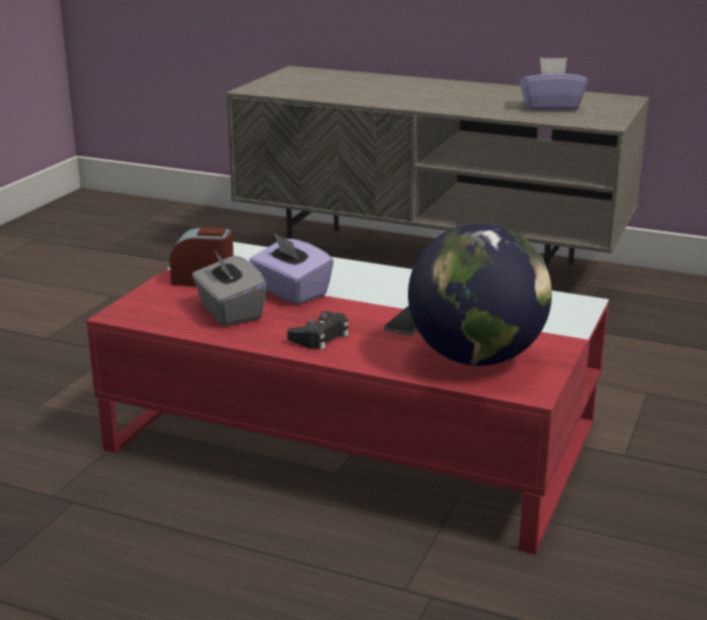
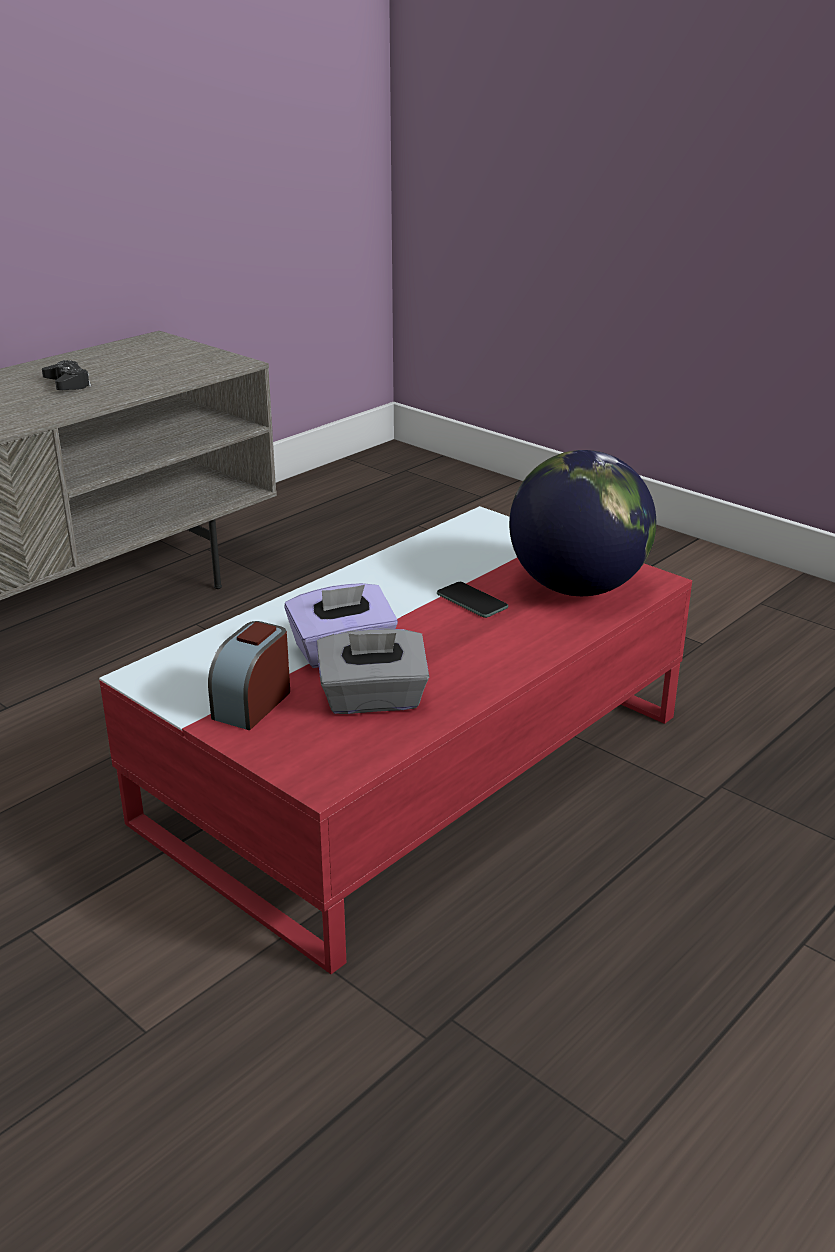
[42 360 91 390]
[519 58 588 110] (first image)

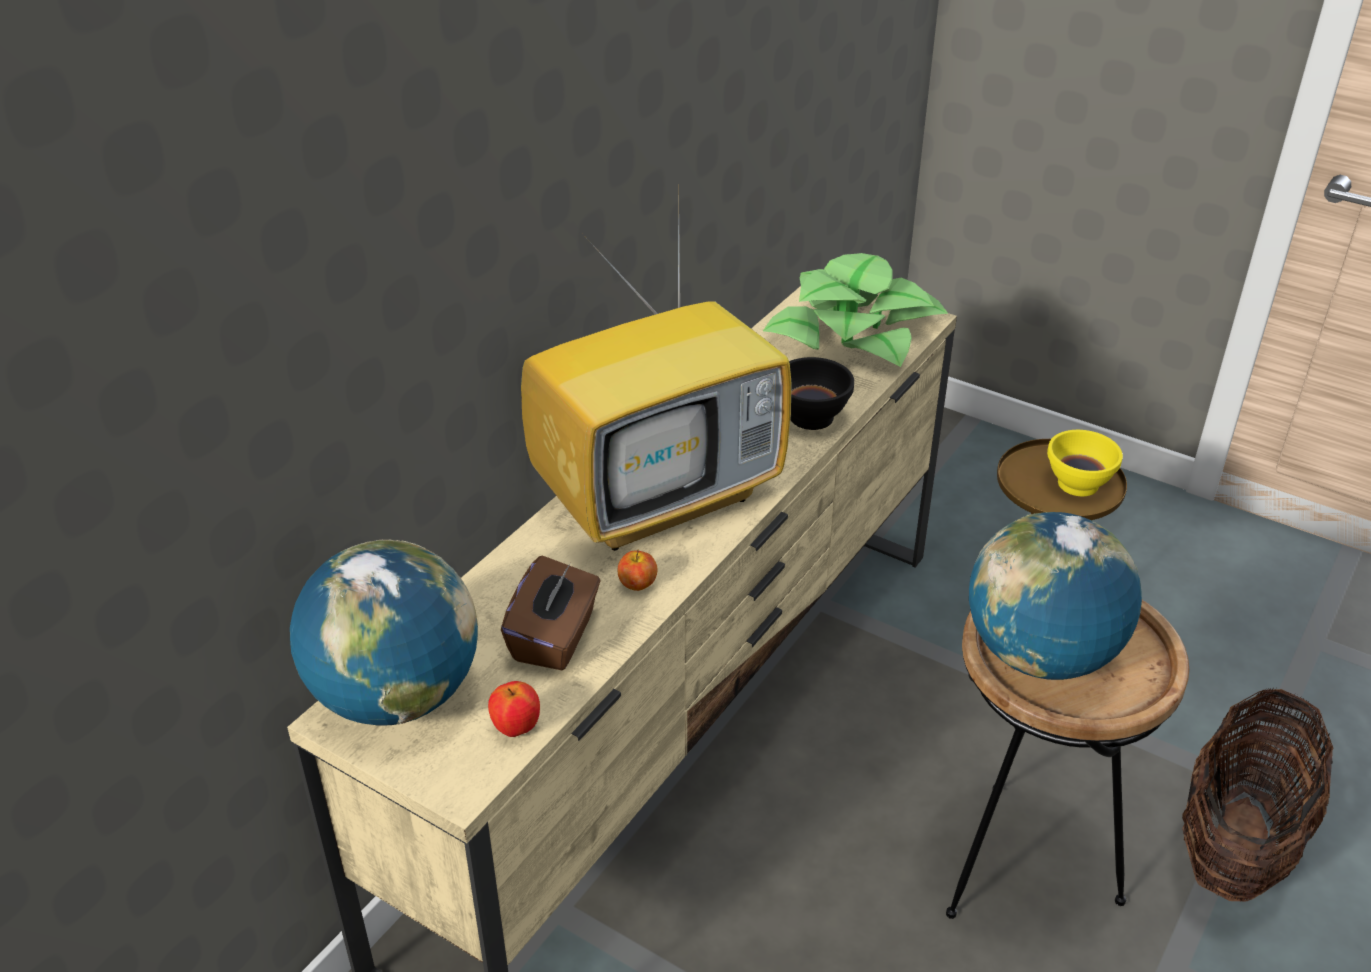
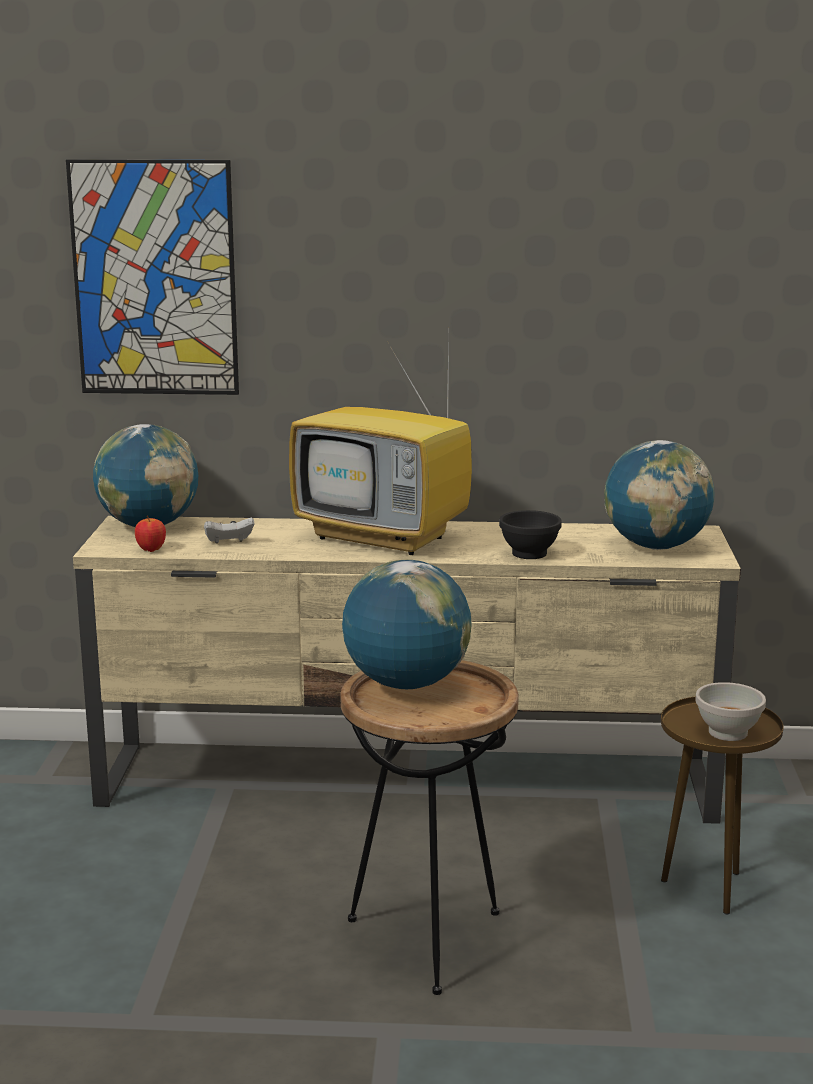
[204 518 254 543]
[618 550 657 591] (first image)
[604 440 715 550]
[695 682 766 741]
[1182 689 1334 902] (first image)
[66 159 239 395]

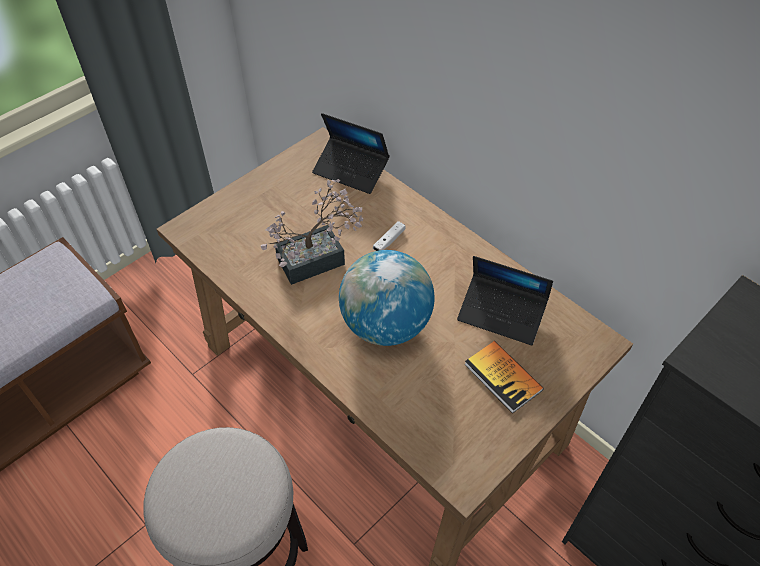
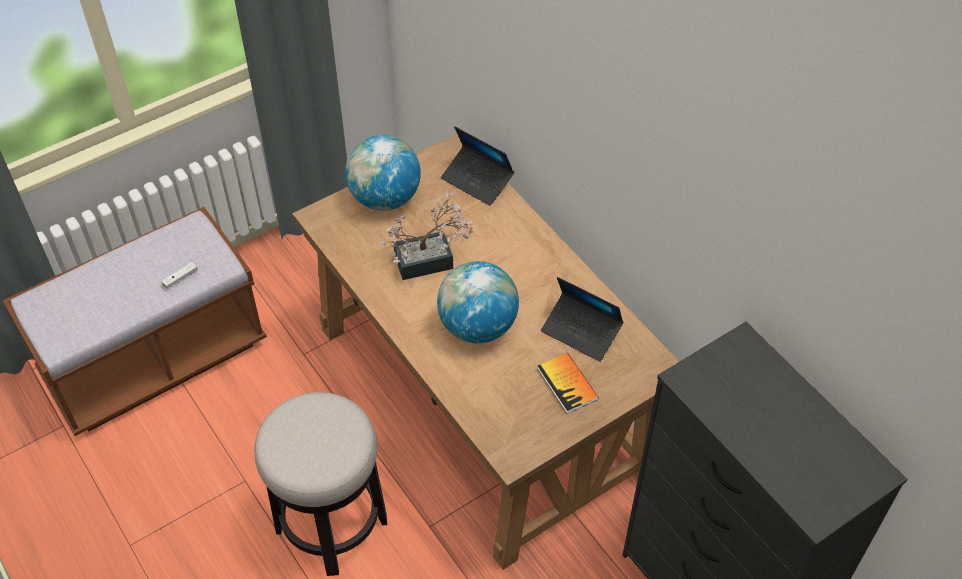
[162 262 198 288]
[345 135 421 211]

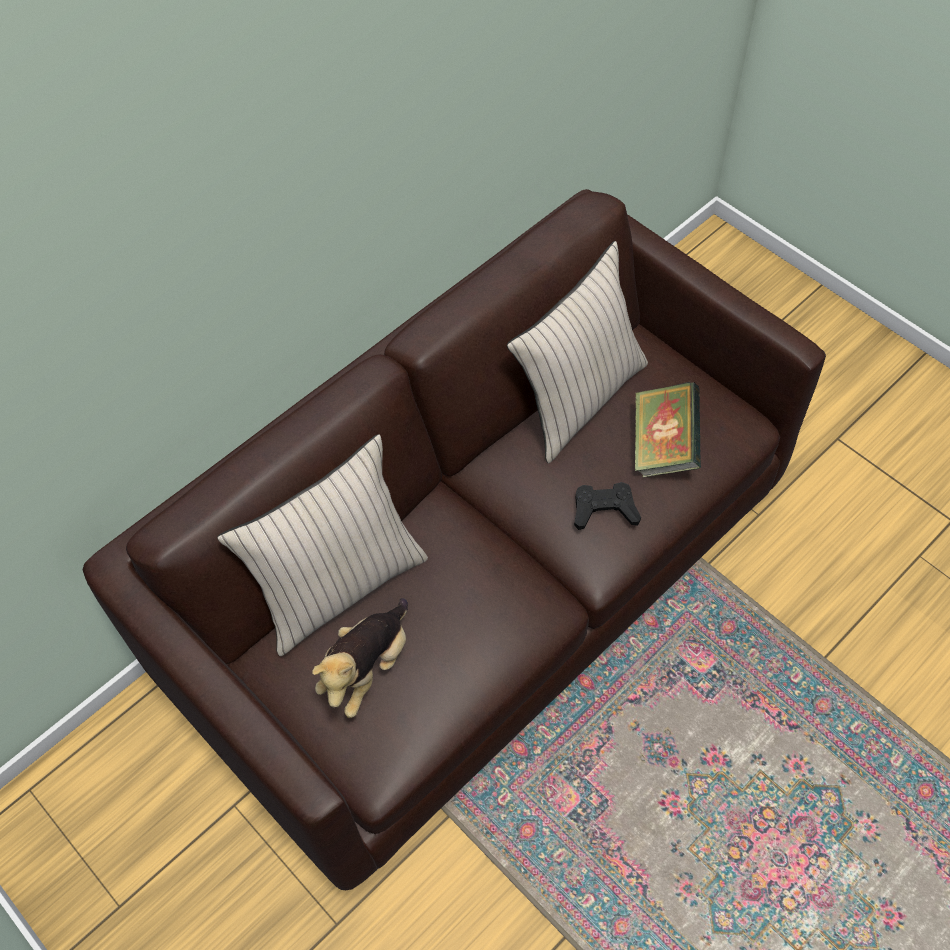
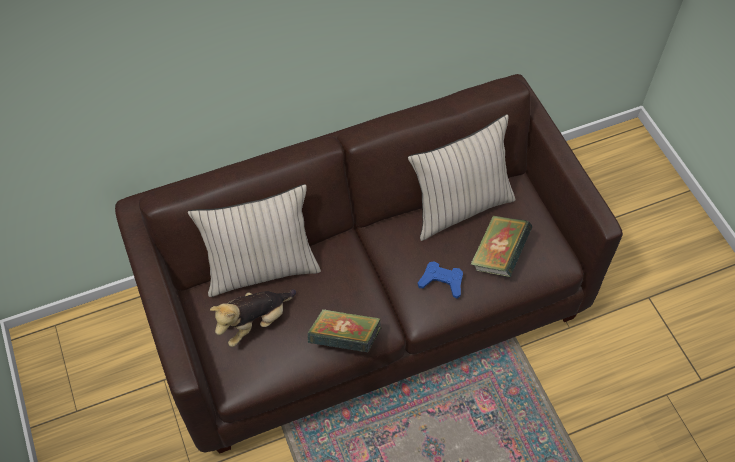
[418 261 463 299]
[308 309 381 353]

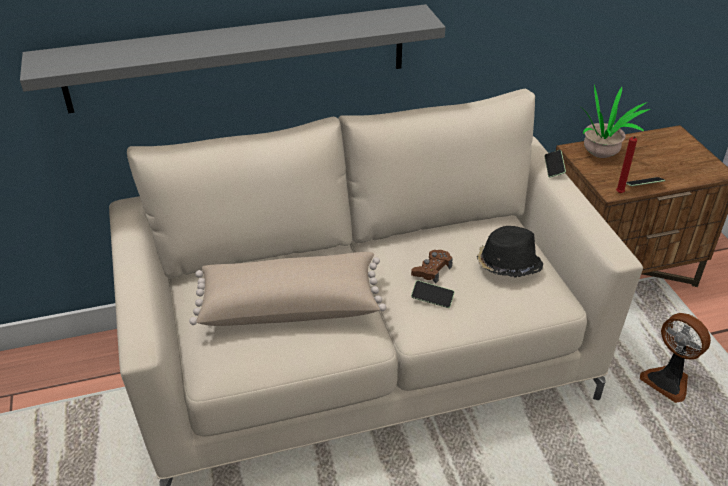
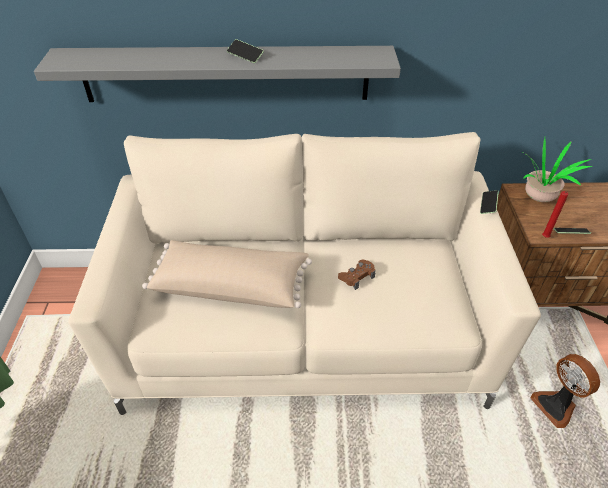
[227 39 264 63]
[477 226 543 278] (first image)

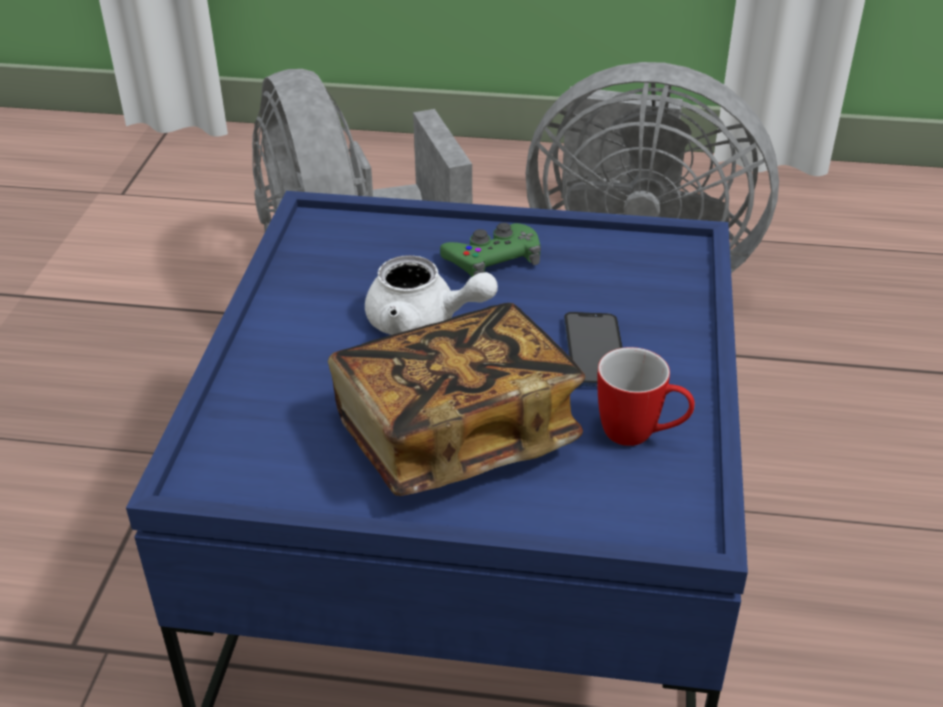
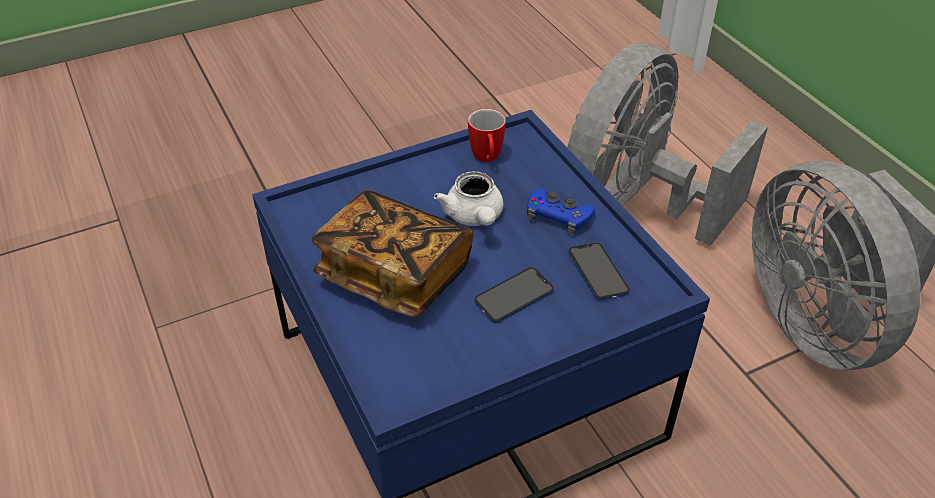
[527 188 595 235]
[468 109 506 162]
[568 242 630 301]

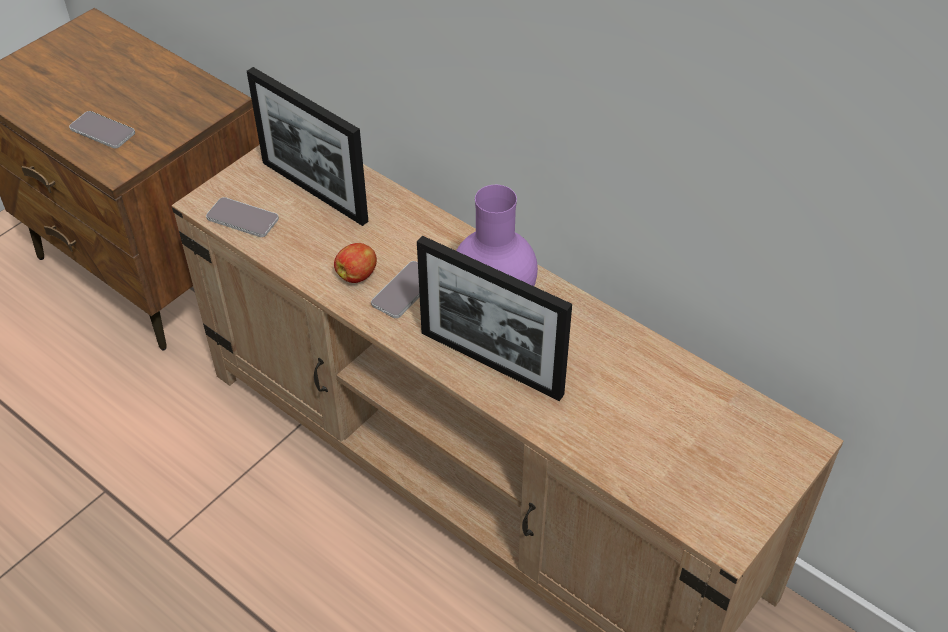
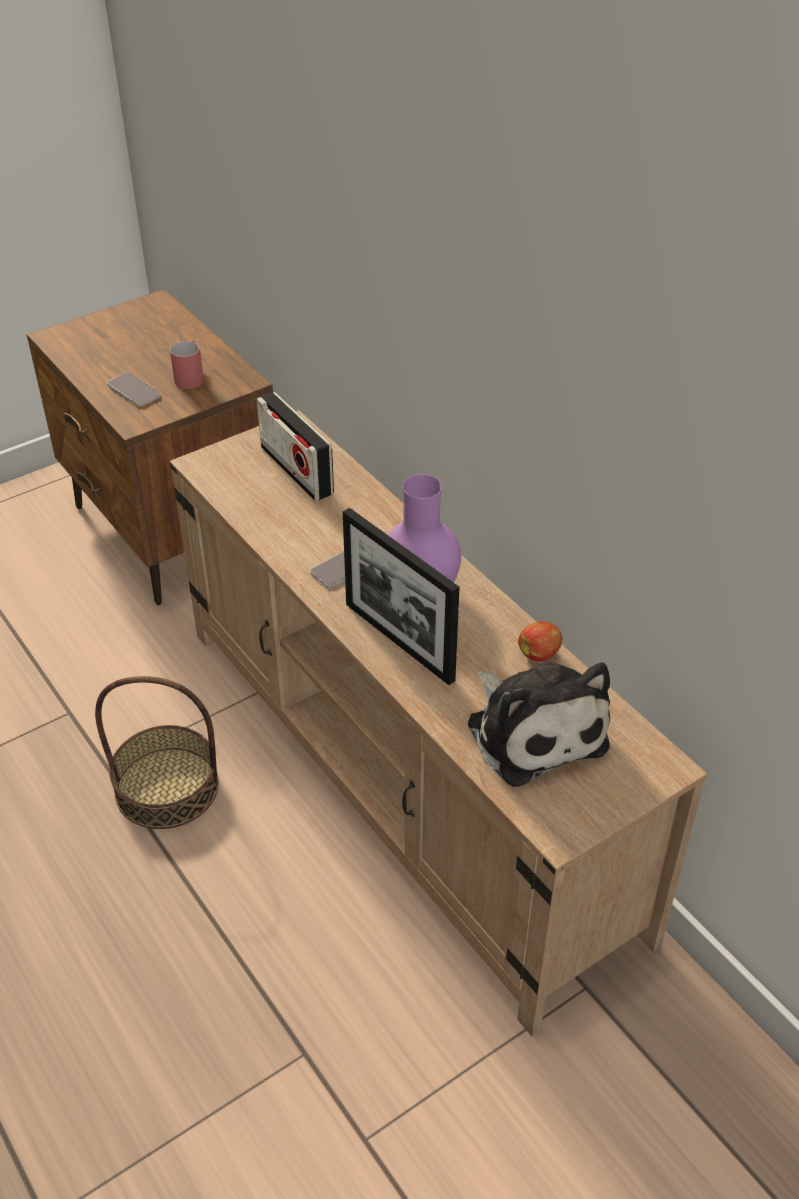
[206 197 279 237] (first image)
[257 392 334 501]
[518 621 562 661]
[95 676 219 829]
[170 340 204 389]
[467 662 610 787]

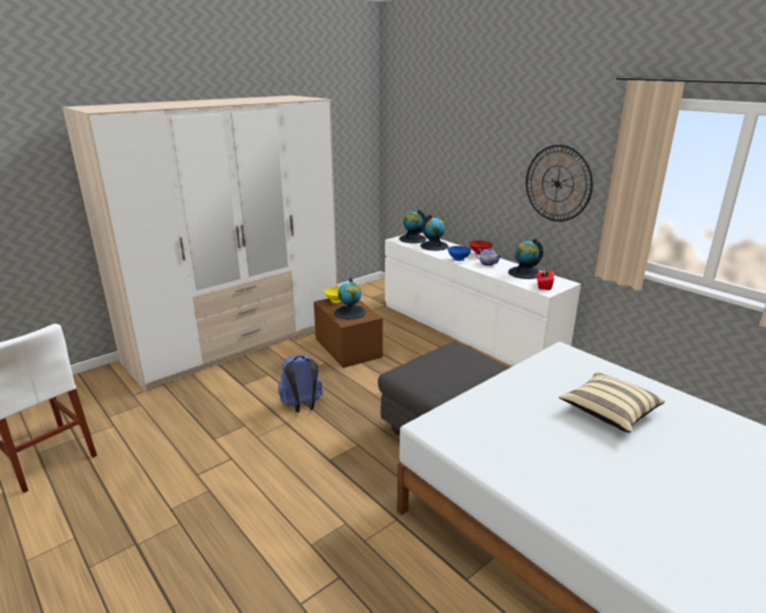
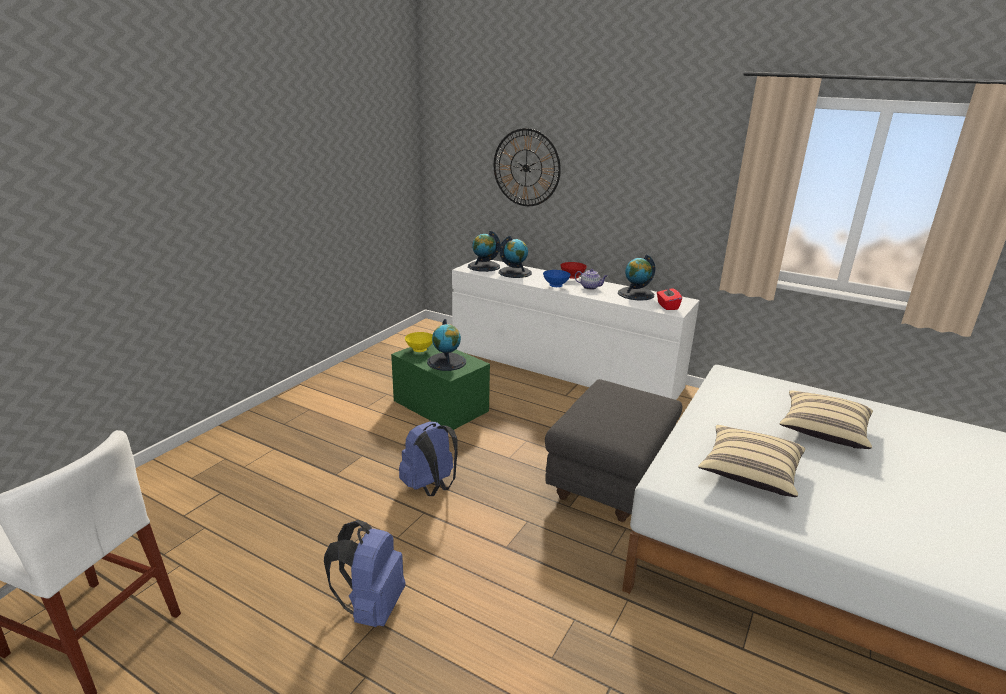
[62 95 338 392] (first image)
[391 343 490 430]
[494 128 561 206]
[324 520 405 627]
[698 425 805 497]

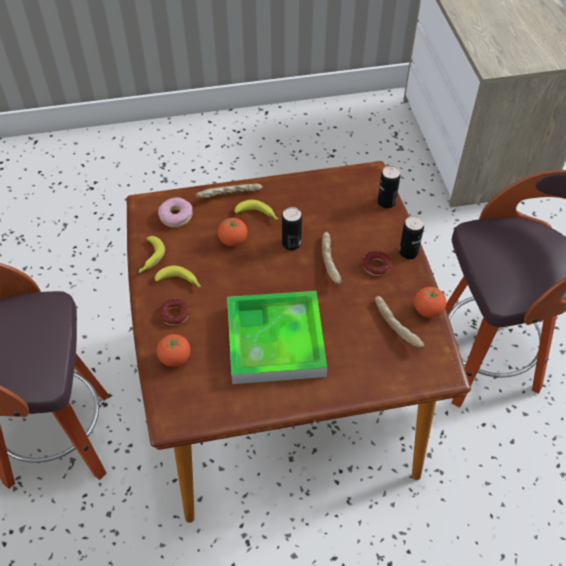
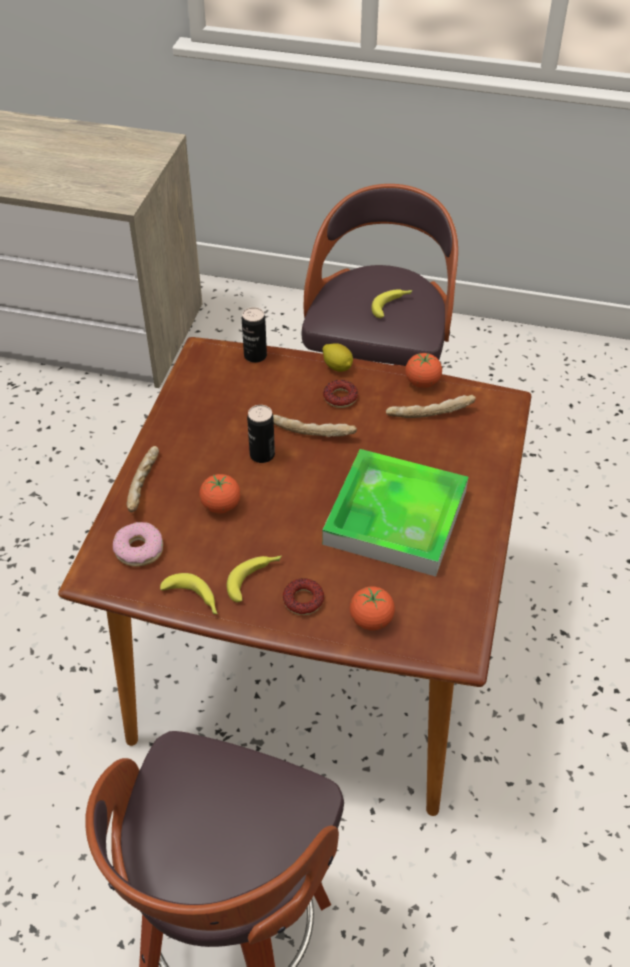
[371 289 413 318]
[322 343 353 372]

